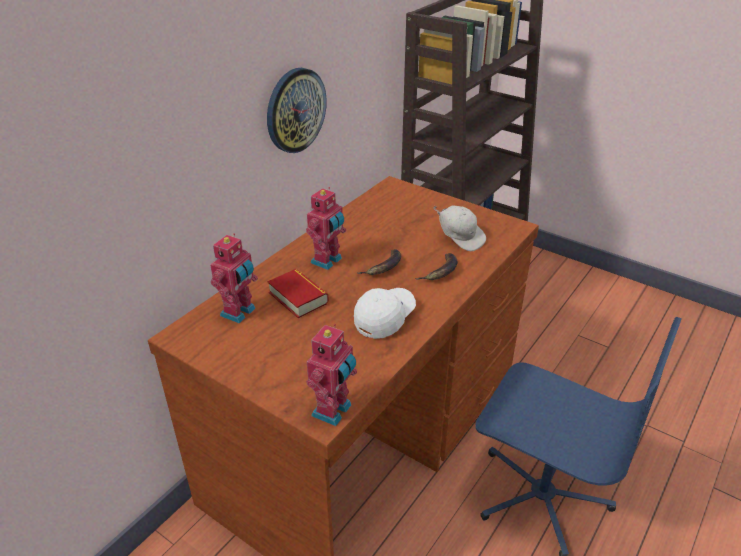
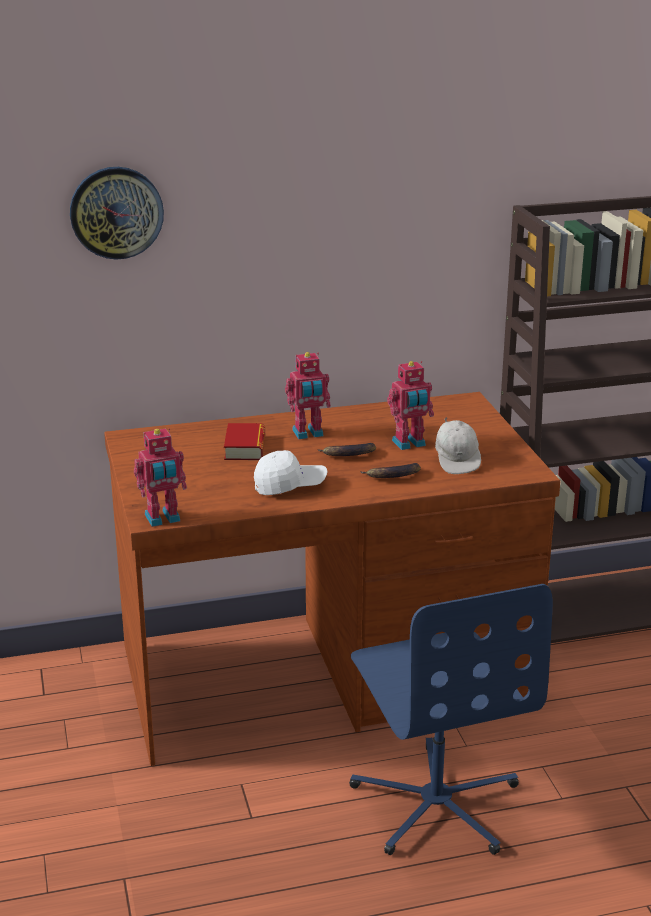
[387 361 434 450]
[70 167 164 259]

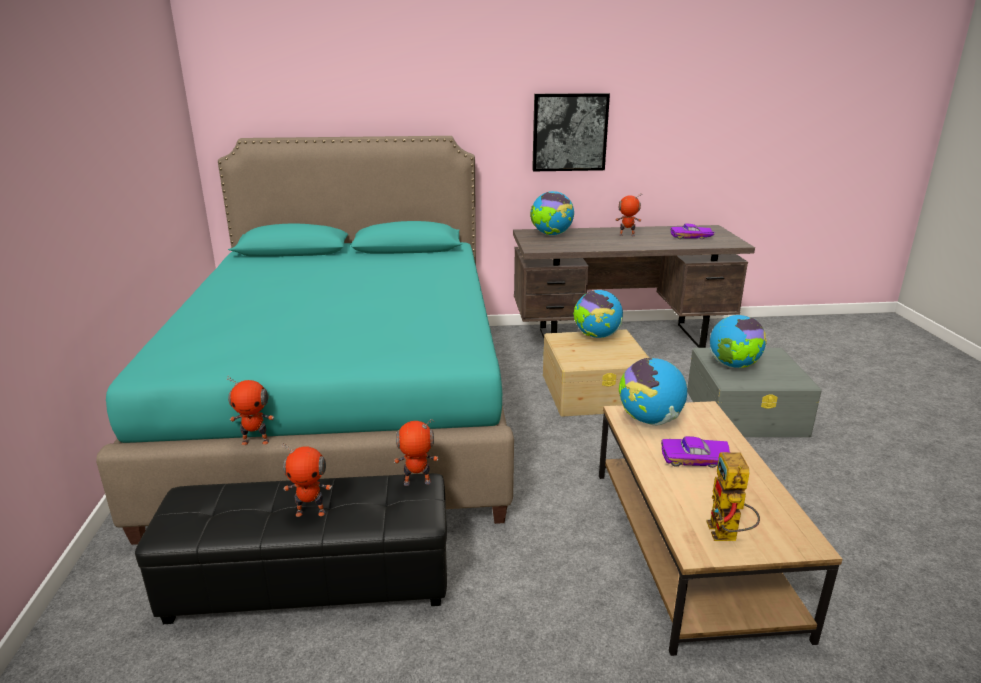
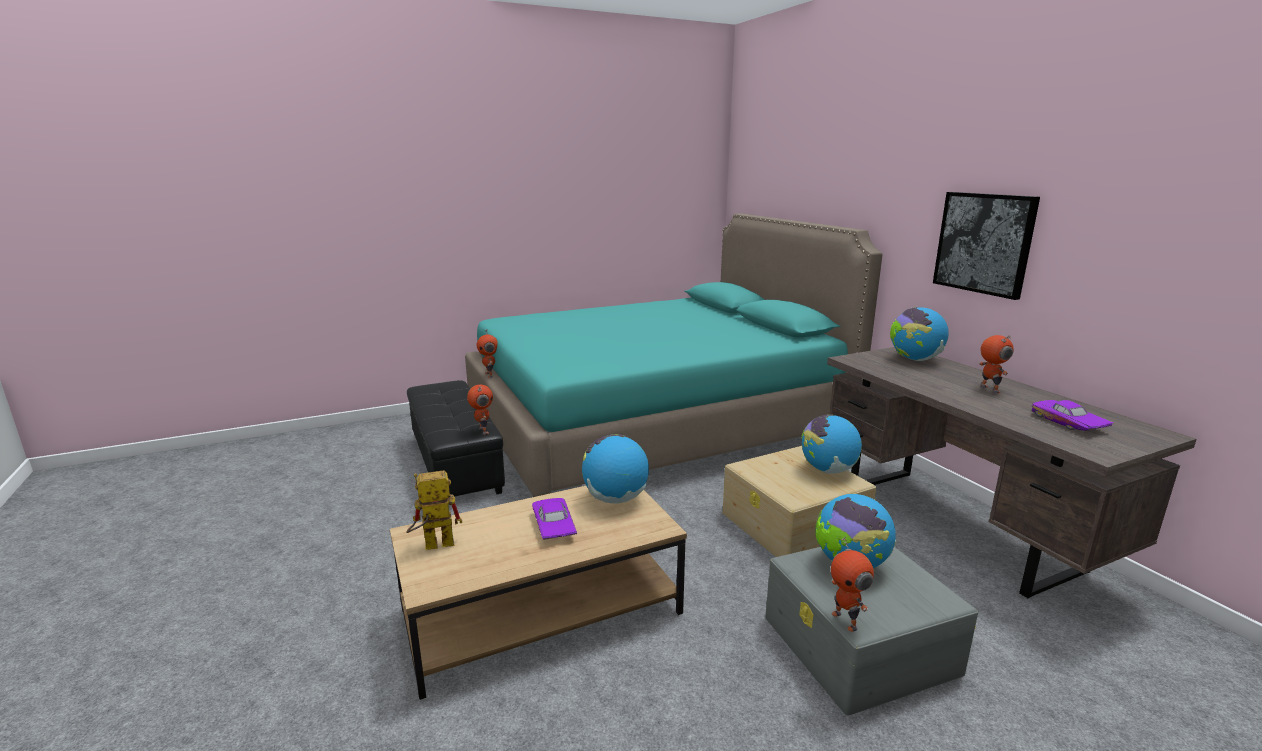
[831 536 874 632]

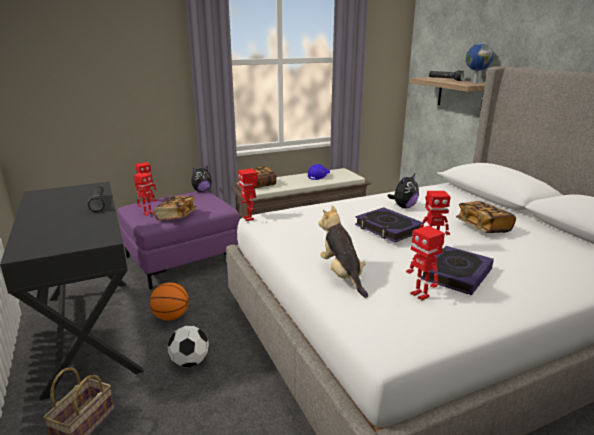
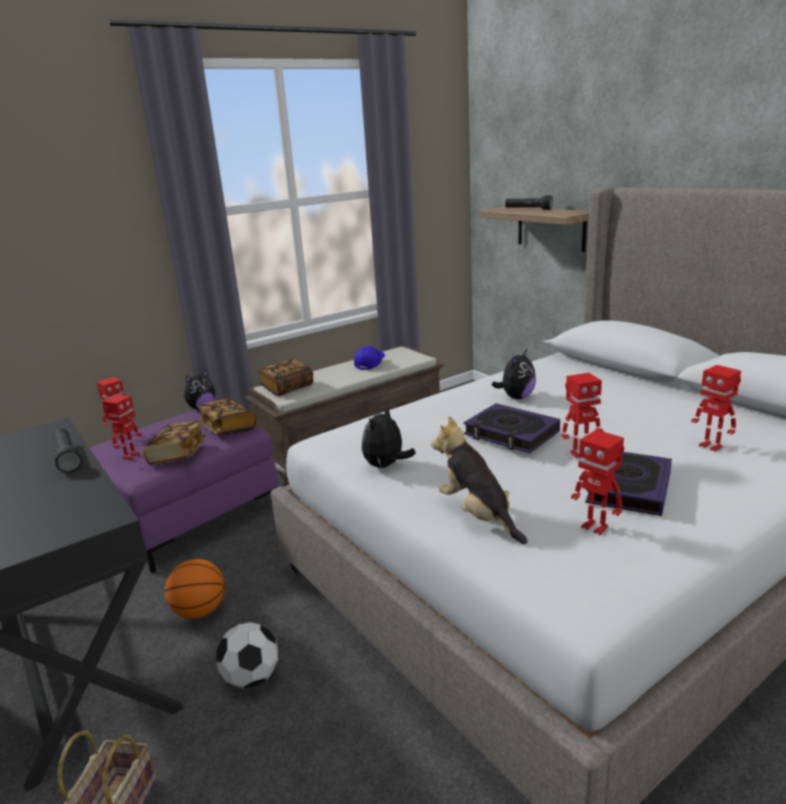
[691 365 741 452]
[198 398 257 435]
[466 43 493 84] (first image)
[362 406 416 468]

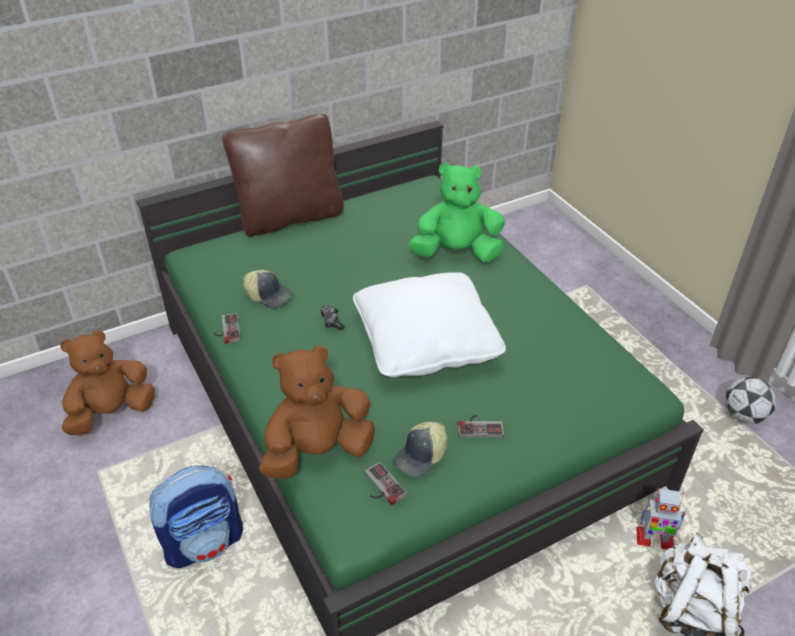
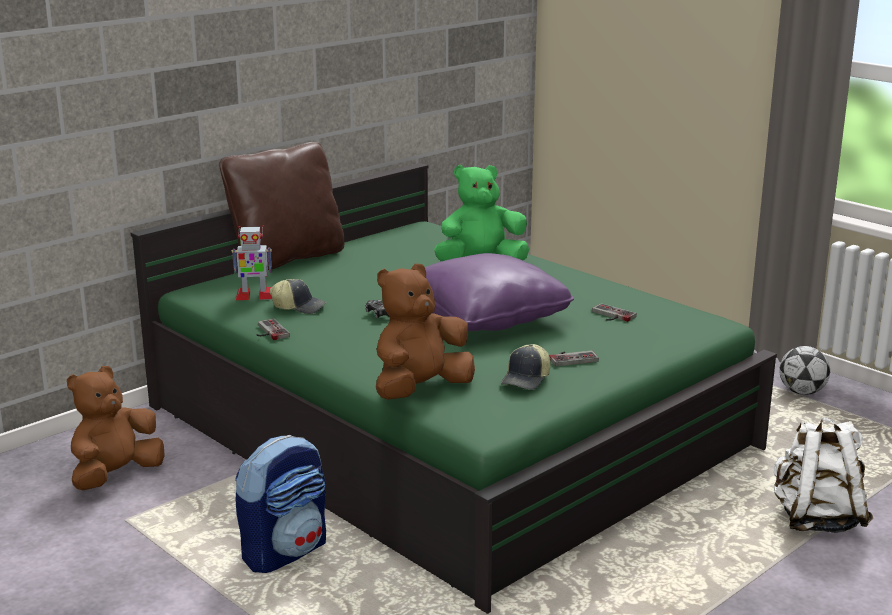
[425 253 574 331]
[592 303 637 322]
[232 225 272 300]

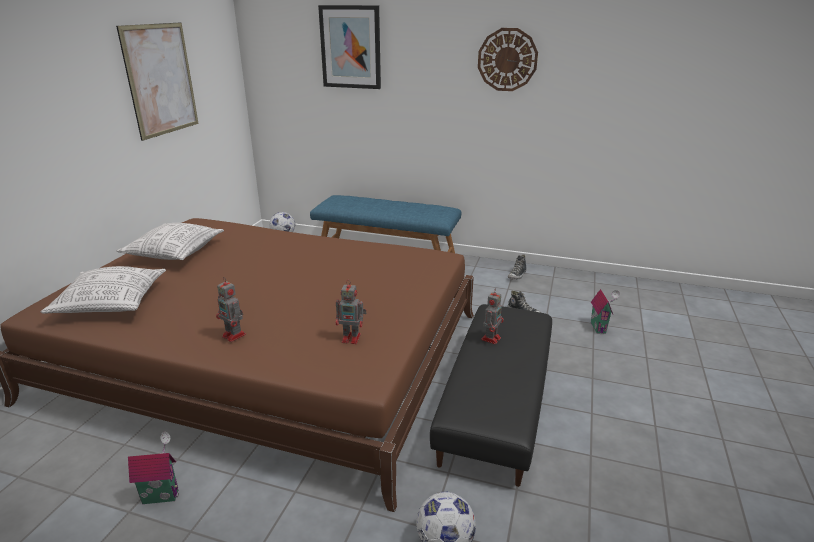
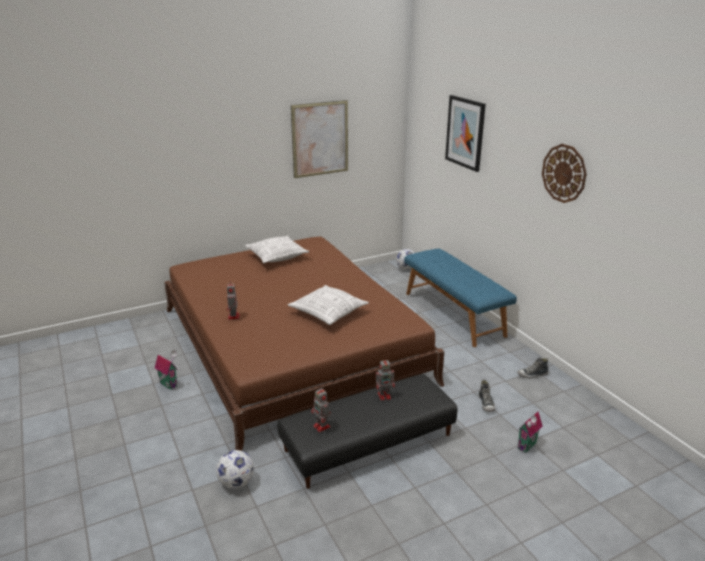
[288 285 369 325]
[311 388 331 432]

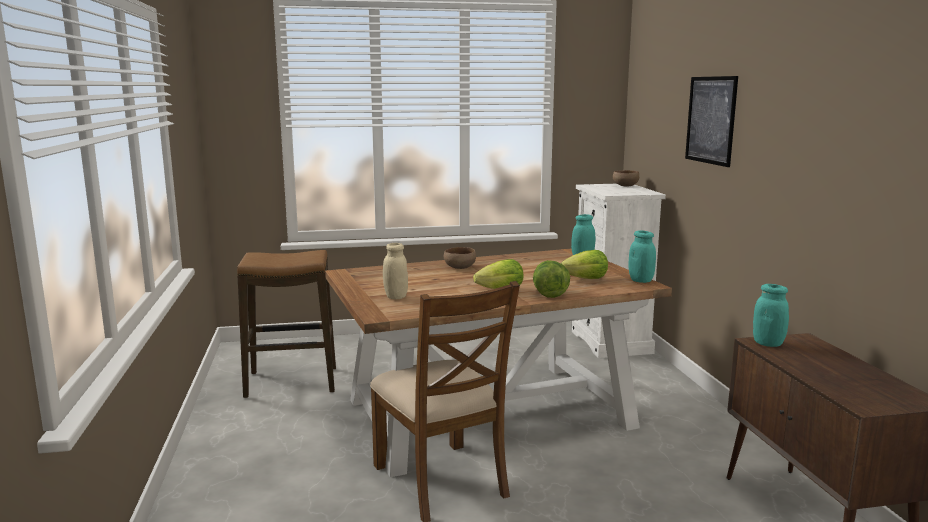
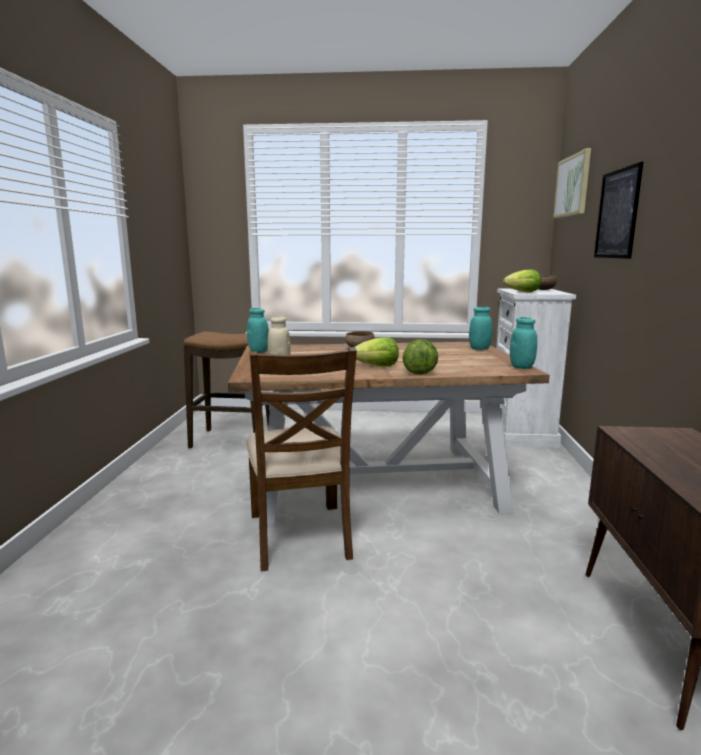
[503 270 541 292]
[247 308 269 352]
[553 148 591 218]

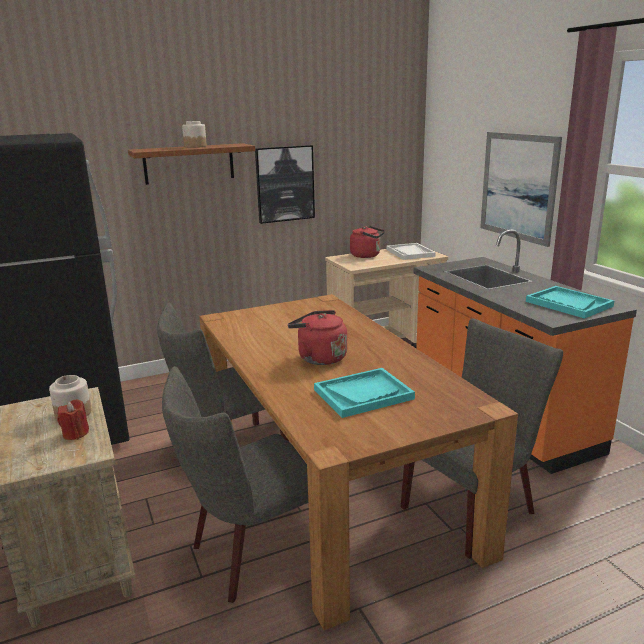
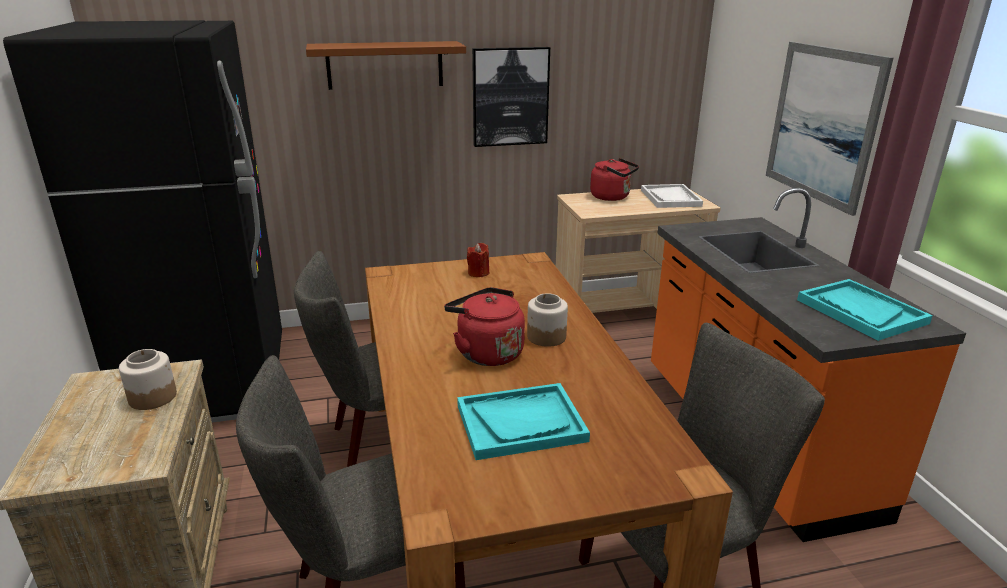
[467 243 489 277]
[527 293 568 347]

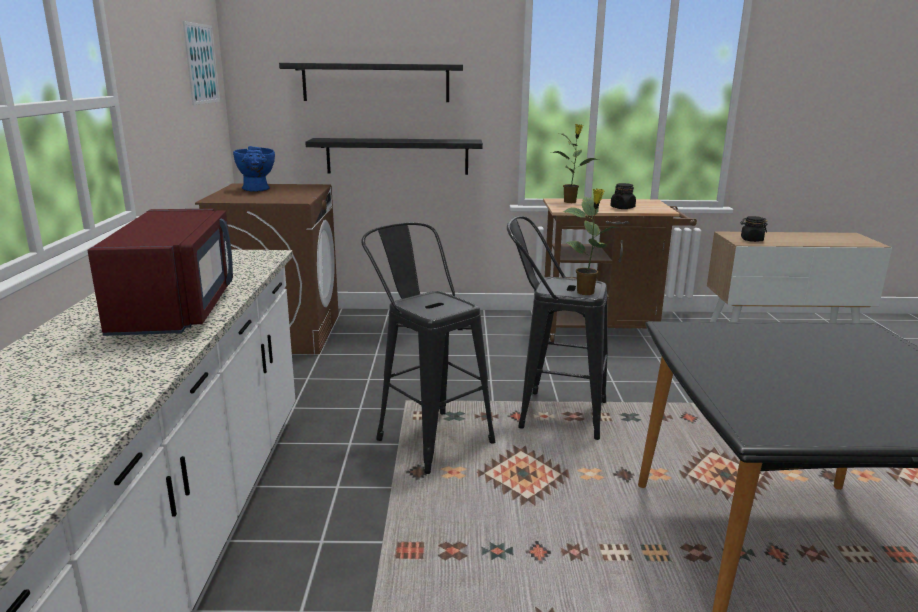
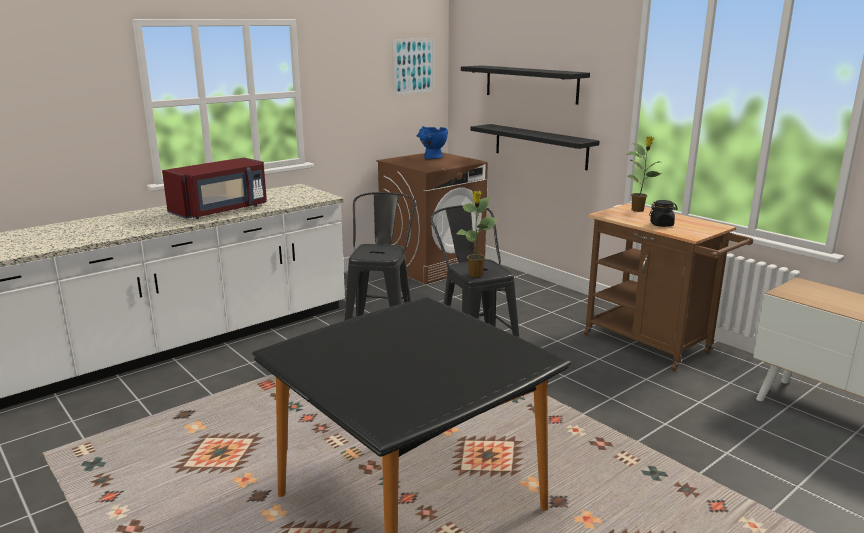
[741 216 767 242] (first image)

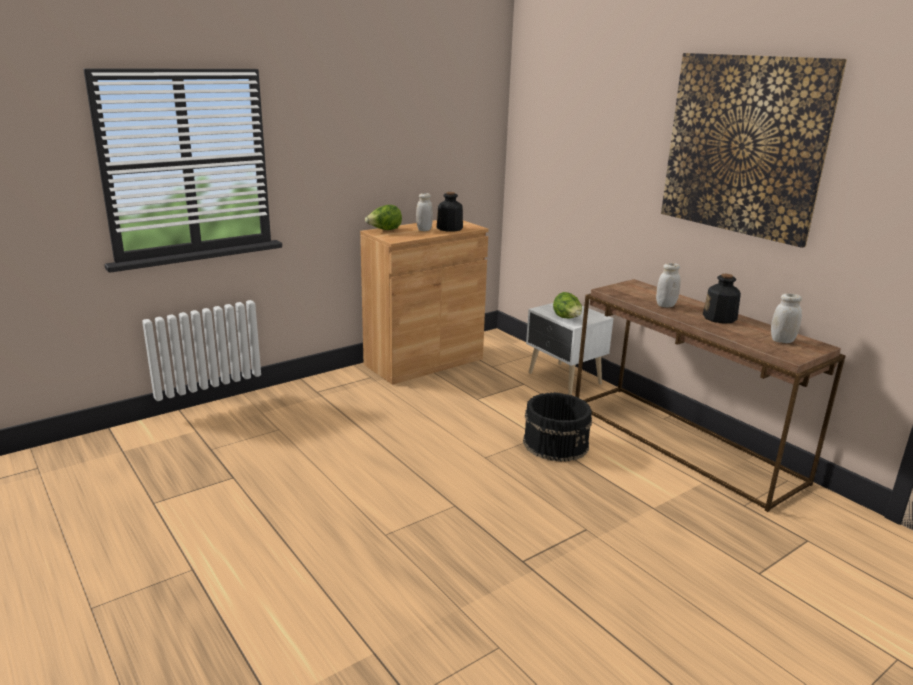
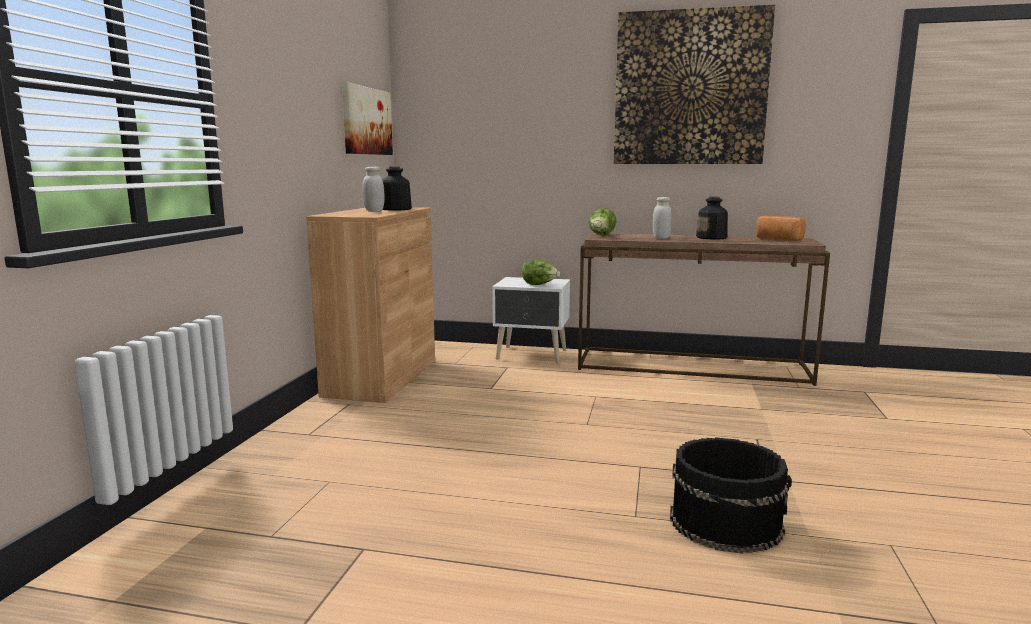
[589 208 617 235]
[670 437 792 554]
[756 216 806 241]
[342 82 393 155]

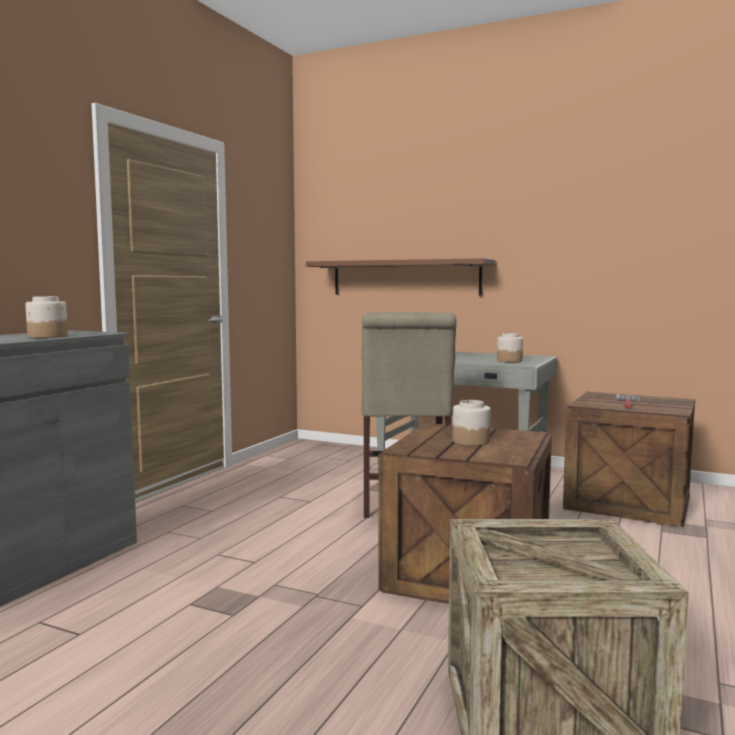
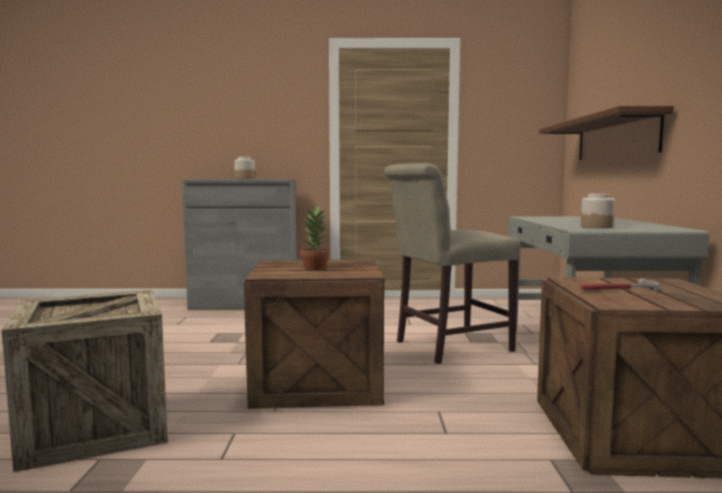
[300 206 330 270]

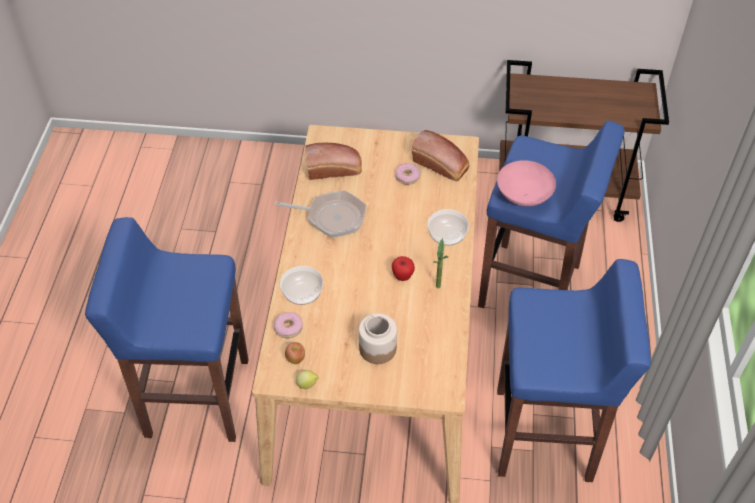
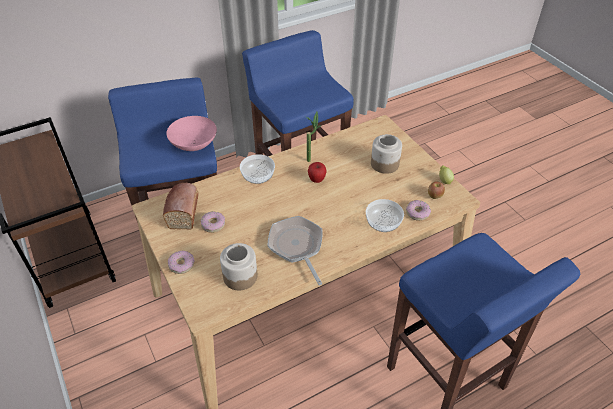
[220 243 257 290]
[168 251 194 274]

